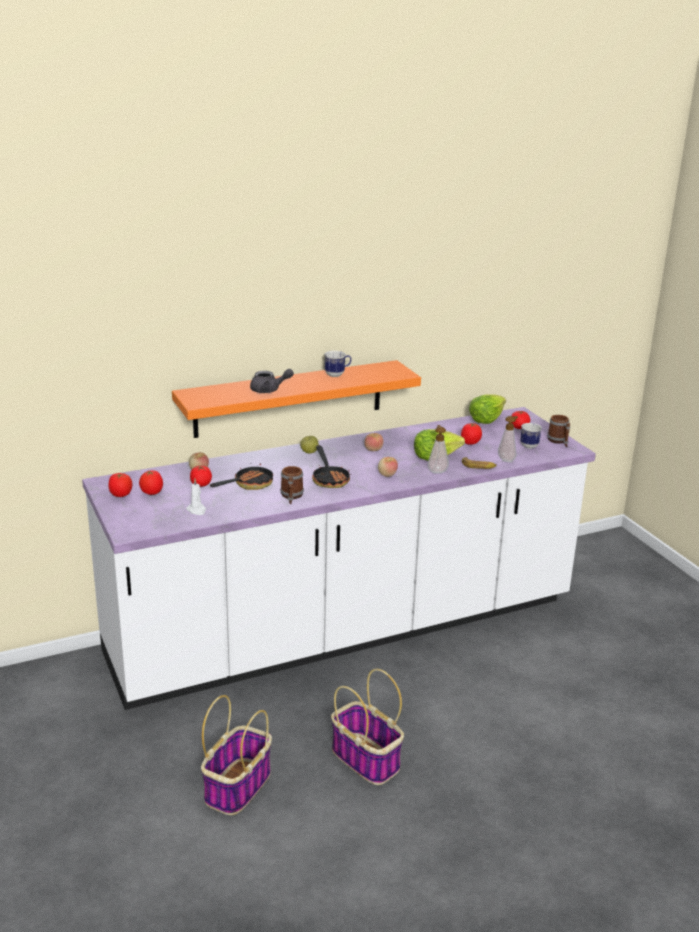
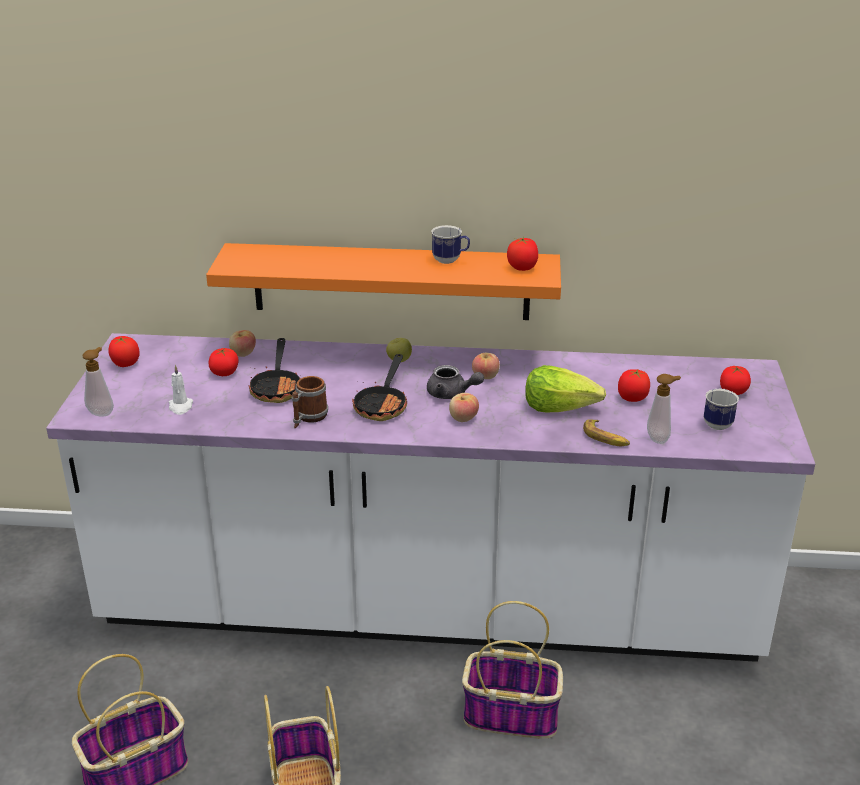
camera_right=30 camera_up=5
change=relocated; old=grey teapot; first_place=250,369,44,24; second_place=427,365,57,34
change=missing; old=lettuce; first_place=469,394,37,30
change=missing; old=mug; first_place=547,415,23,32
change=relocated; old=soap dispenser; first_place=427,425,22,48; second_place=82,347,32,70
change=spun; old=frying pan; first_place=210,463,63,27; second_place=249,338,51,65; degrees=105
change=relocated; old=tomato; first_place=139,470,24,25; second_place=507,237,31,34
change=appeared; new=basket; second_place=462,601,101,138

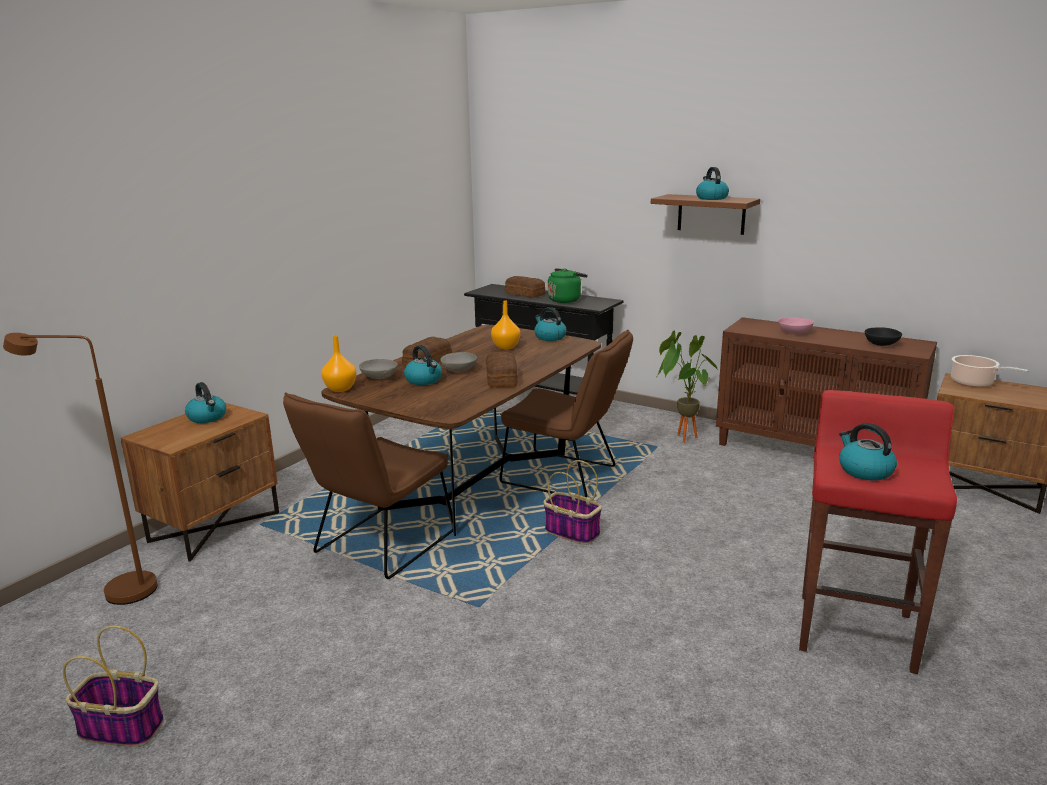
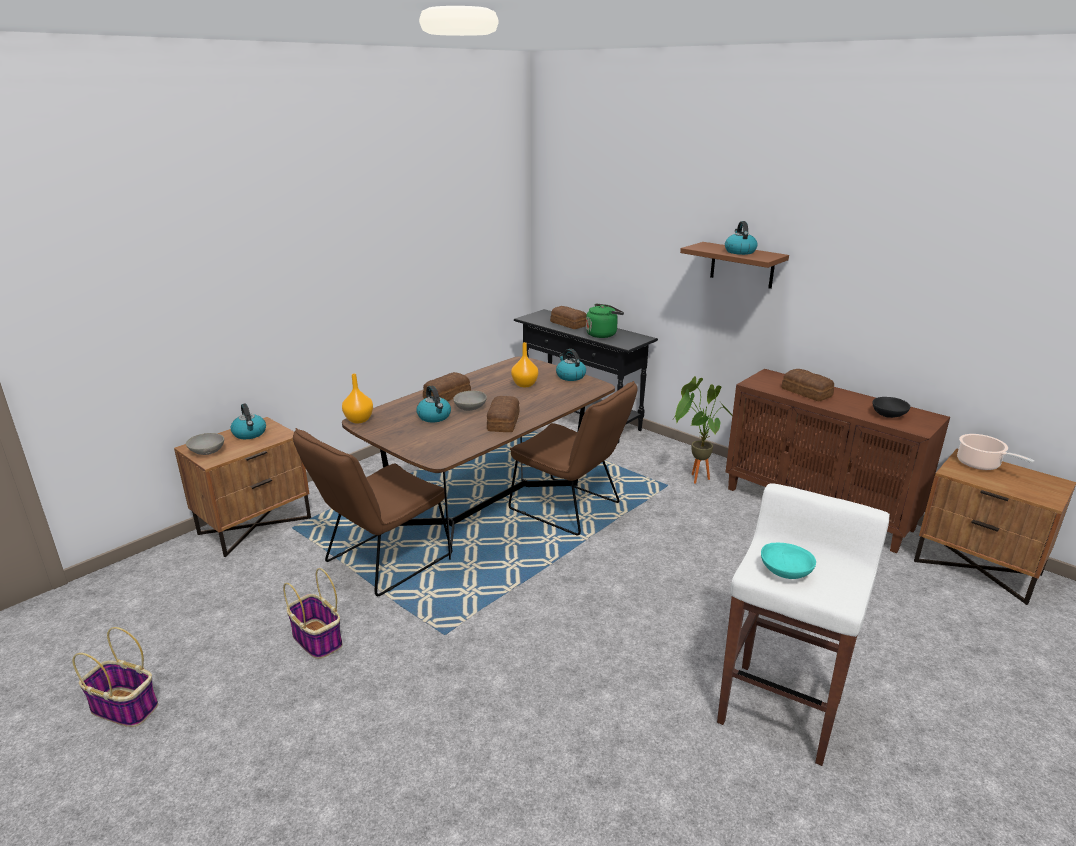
camera_right=10 camera_up=5
change=exchanged; old=pink bowl; new=bread; first_place=778,317,36,17; second_place=782,369,52,32
change=missing; old=brown floor lamp; first_place=3,333,155,272
change=relocated; old=grey bowl; first_place=359,359,39,20; second_place=186,433,38,22
change=colour; old=red stool; new=white stool; first_place=799,390,158,284; second_place=717,483,173,283
change=exchanged; old=kettle; new=turquoise bowl; first_place=839,423,58,58; second_place=761,543,55,36
change=relocated; old=basket; first_place=544,460,58,85; second_place=283,568,60,91

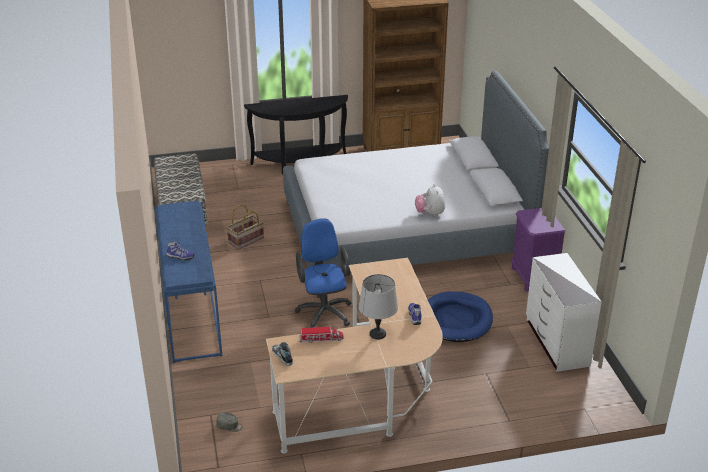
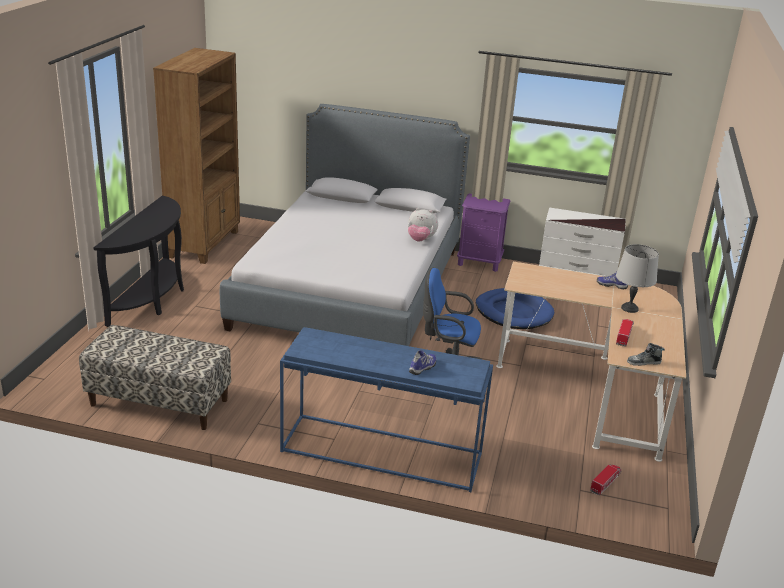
camera_right=-65 camera_up=-5
change=missing; old=basket; first_place=226,204,38,46
change=exchanged; old=grey cap; new=toy truck; first_place=216,412,27,20; second_place=590,464,31,31

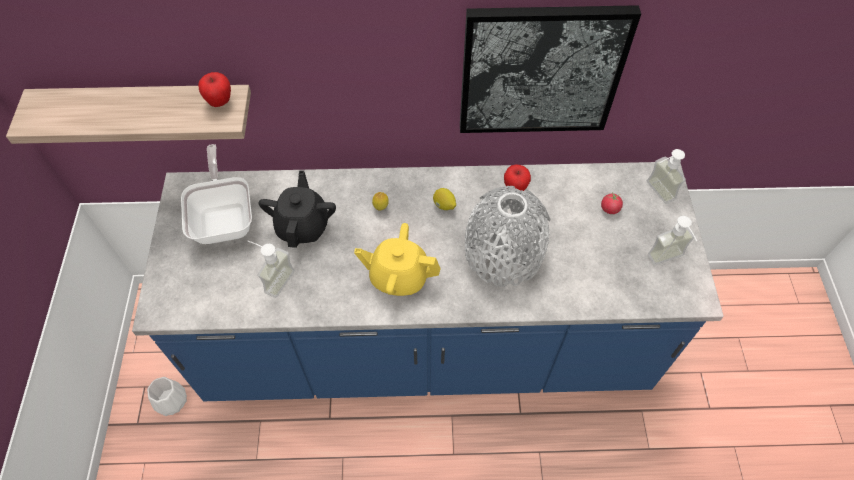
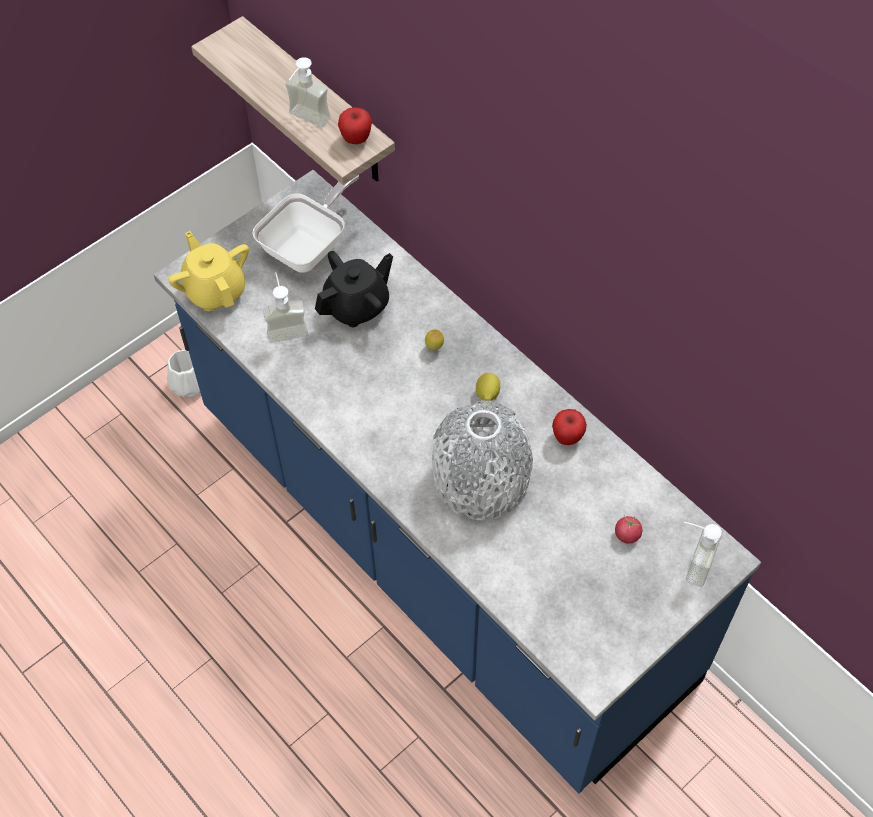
camera_right=50 camera_up=0
change=missing; old=picture; first_place=460,5,181,128
change=relocated; old=soap dispenser; first_place=648,216,49,49; second_place=285,57,45,70
change=relocated; old=yellow teapot; first_place=354,223,87,73; second_place=168,231,81,80

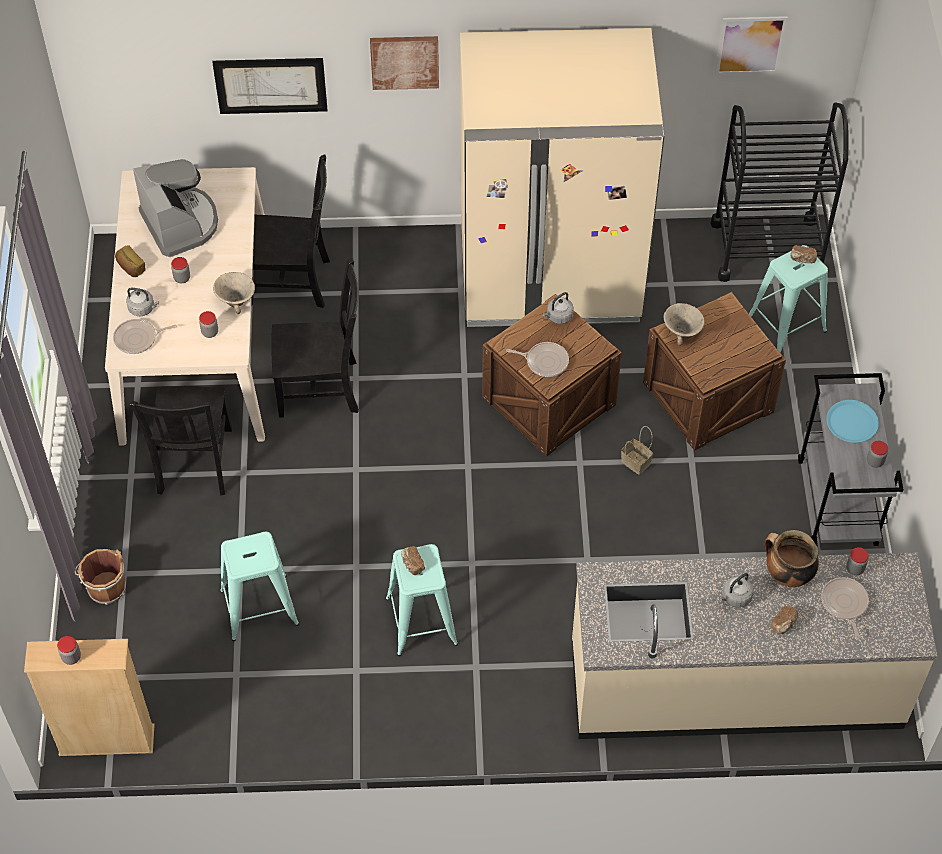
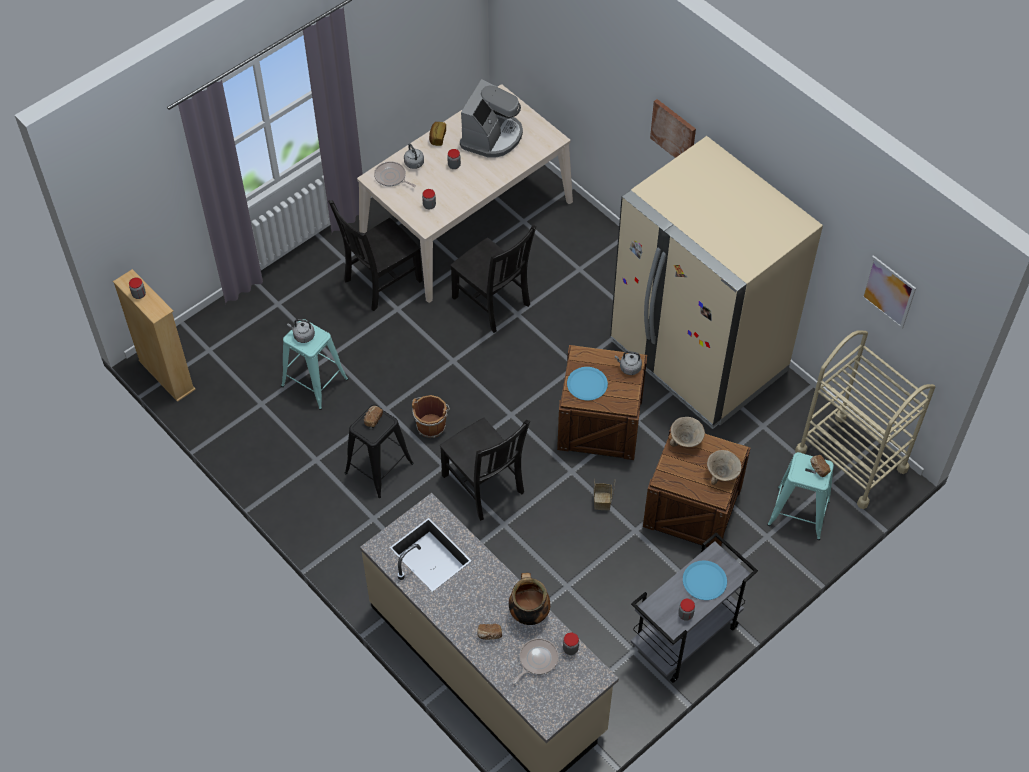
camera_right=50 camera_up=0
change=missing; old=picture; first_place=212,58,116,56
change=colour; old=black cart; new=beige cart; first_place=710,103,138,179; second_place=795,330,140,179
change=relocated; old=black chair; first_place=251,154,79,154; second_place=440,418,90,103
change=relocated; old=beige bowl; first_place=213,272,42,42; second_place=707,450,35,35
change=exchanged; old=frying pan; new=blue plate; first_place=506,342,63,35; second_place=567,367,41,33
change=colour; old=turquoise stool; new=black stool; first_place=385,544,73,112; second_place=345,405,69,93
change=relocated; old=brown bucket; first_place=75,549,51,56; second_place=412,395,38,43
change=relocated; old=grey kettle; first_place=719,573,35,34; second_place=287,319,28,24

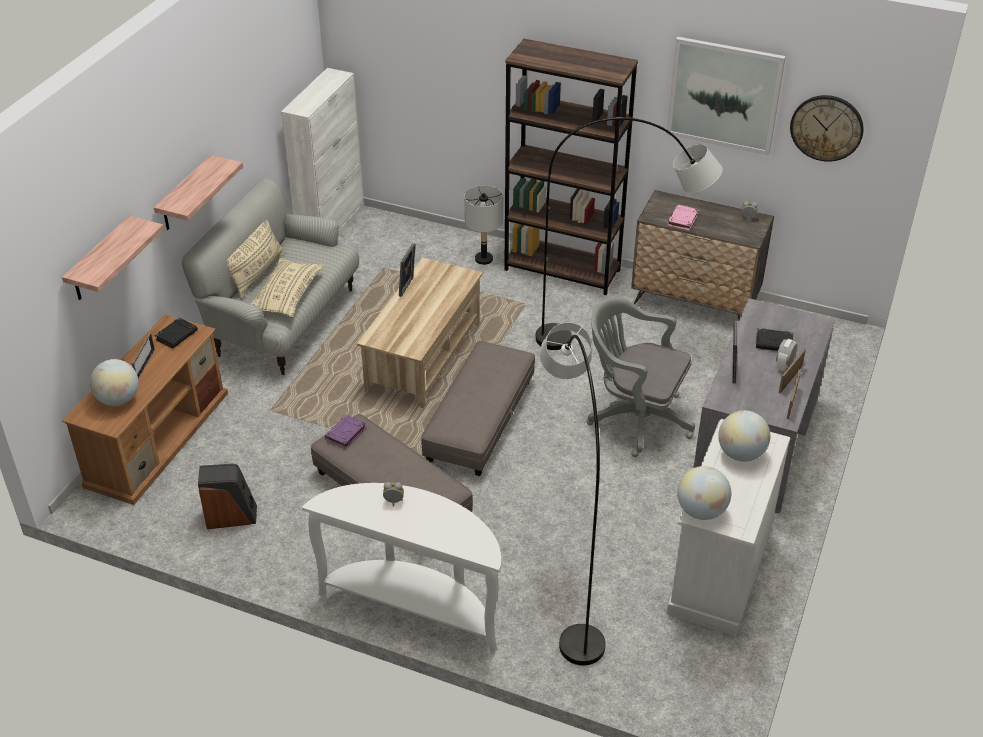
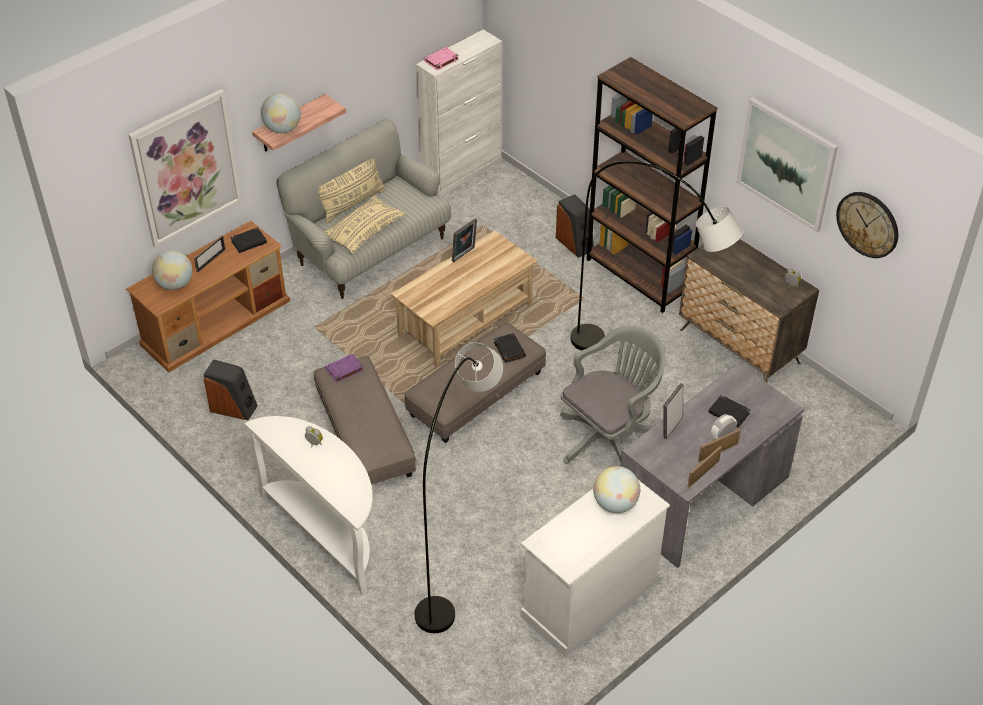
camera_right=25 camera_up=5
change=exchanged; old=grey table lamp; new=speaker; first_place=464,185,39,80; second_place=556,194,38,64
change=relocated; old=pink book; first_place=667,205,32,26; second_place=424,47,35,23
change=exchanged; old=shelf; new=picture; first_place=62,216,102,84; second_place=128,89,114,159
change=spun; old=grey office chair; first_place=586,297,109,160; second_place=560,326,106,138; degrees=90
change=relocated; old=globe; first_place=677,466,54,54; second_place=261,94,40,39
change=appeared; new=black book; second_place=494,333,32,30

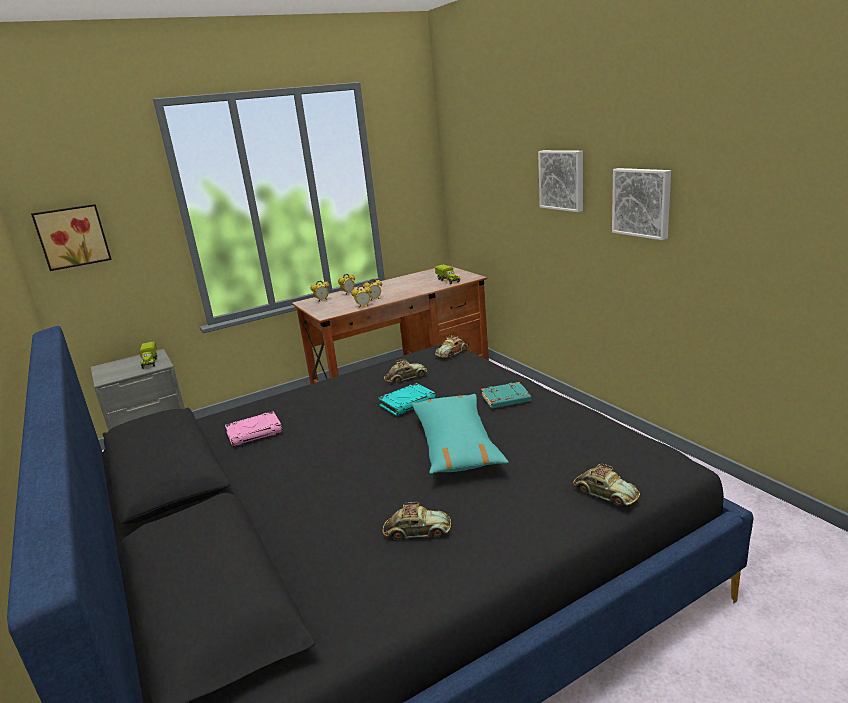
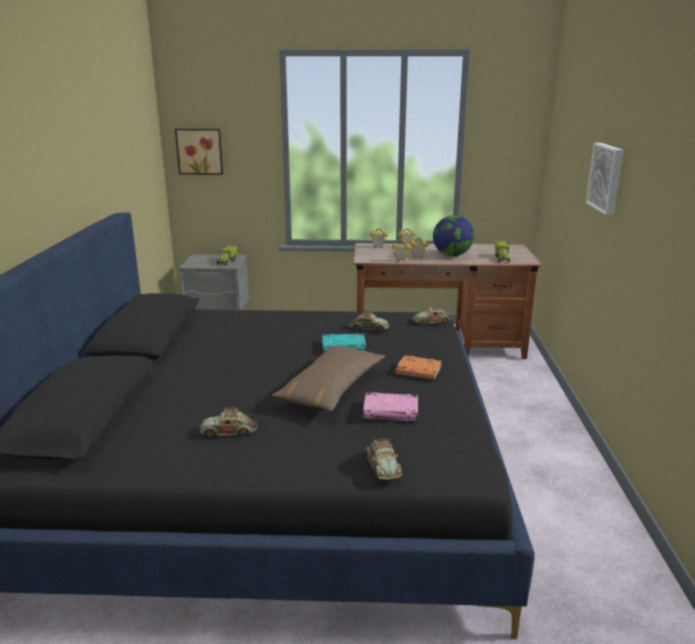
camera_right=30 camera_up=0
change=missing; old=picture; first_place=612,168,59,72
change=colour; old=turquoise book; new=orange book; first_place=481,382,50,26; second_place=395,355,47,25
change=colour; old=turquoise pillow; new=brown pillow; first_place=411,394,98,80; second_place=272,346,113,66
change=relocated; old=pink book; first_place=225,411,58,36; second_place=363,392,55,30
change=spun; old=toy car; first_place=383,502,68,37; second_place=200,407,57,30; degrees=135
change=appeared; new=globe; second_place=433,215,41,41

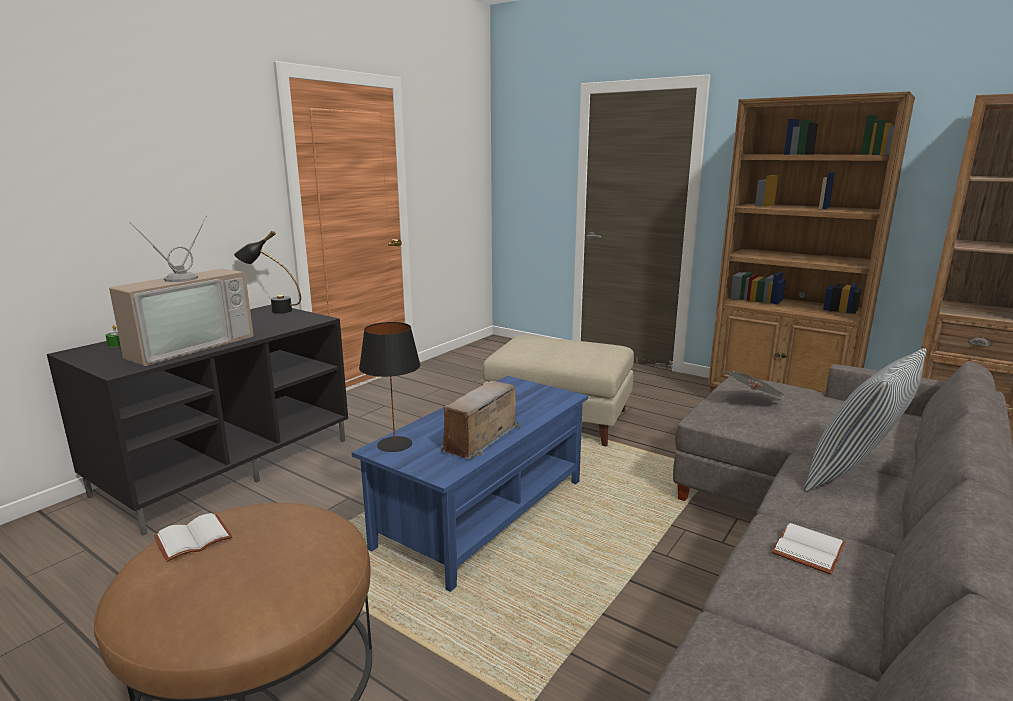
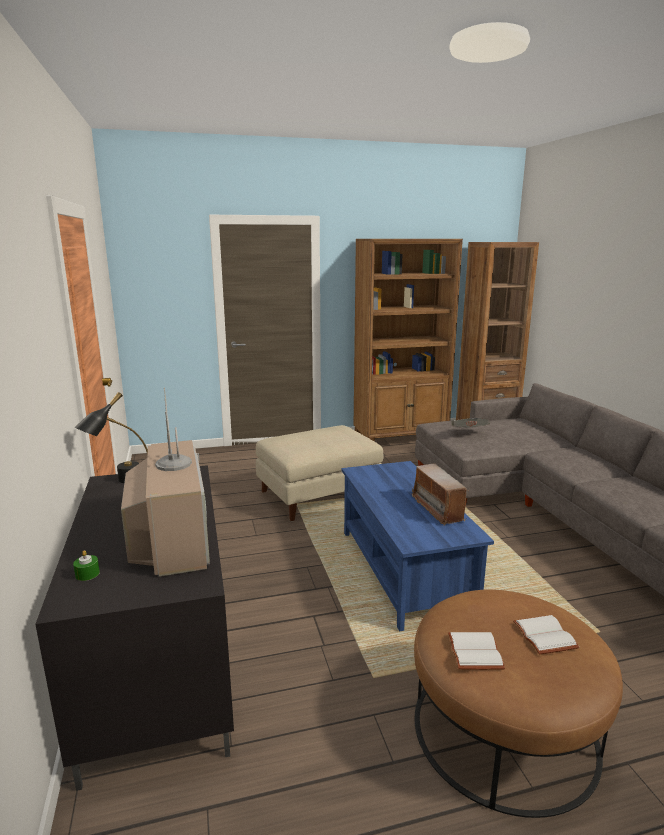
camera_right=-50 camera_up=0
change=missing; old=black table lamp; first_place=359,322,62,130
change=missing; old=pillow; first_place=804,348,123,143
change=relocated; old=white book; first_place=772,523,73,52; second_place=513,615,66,40

